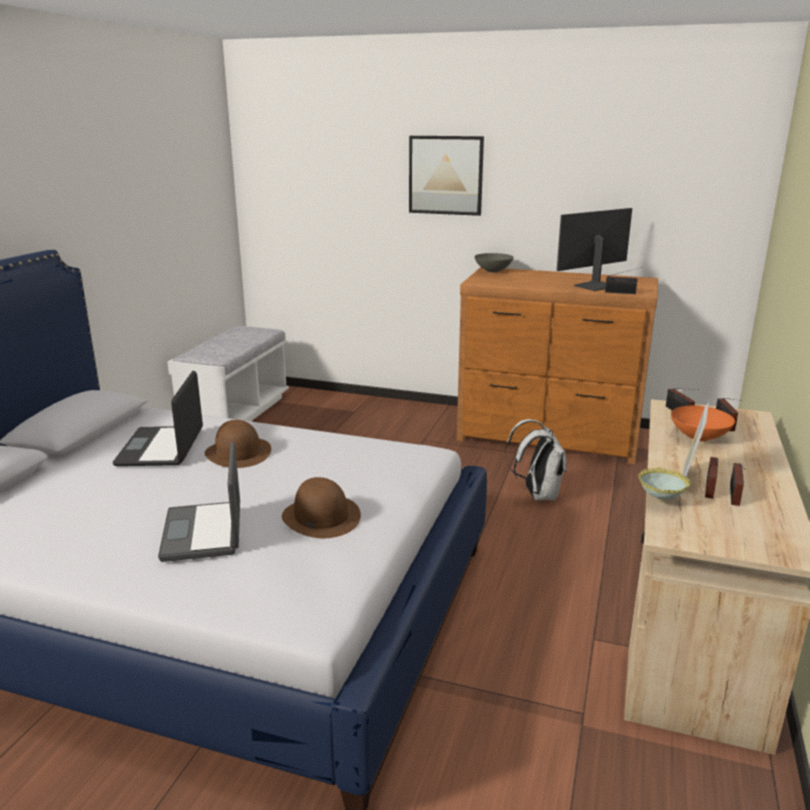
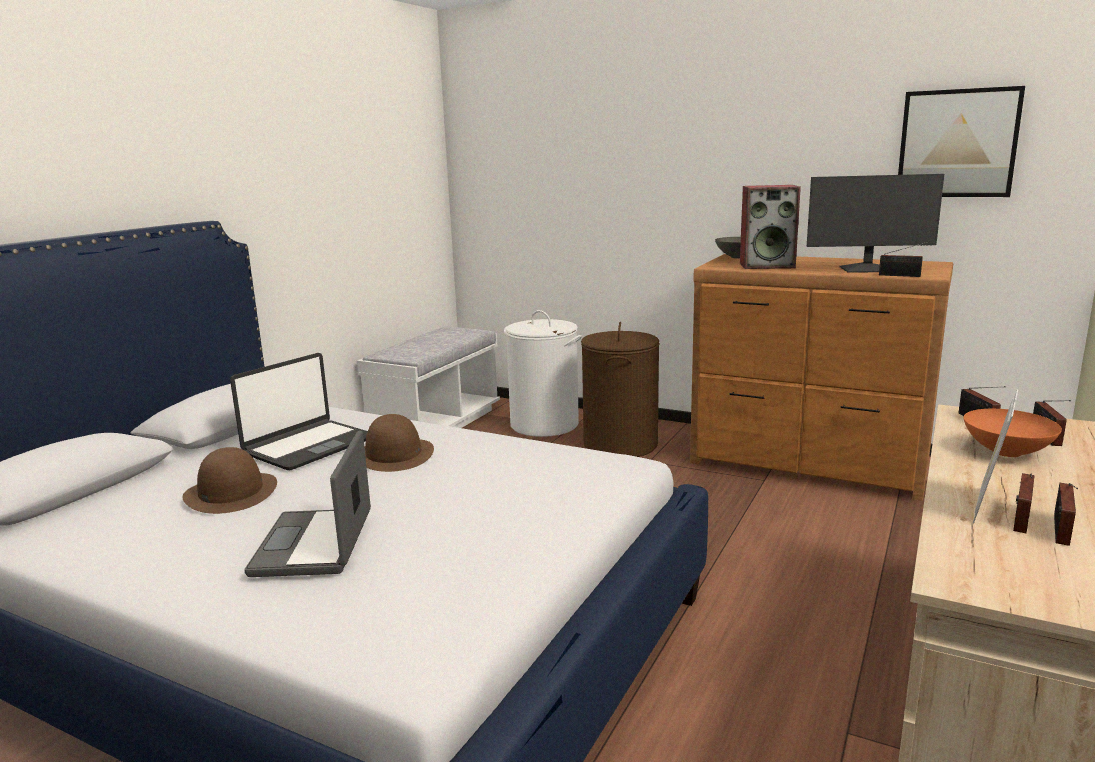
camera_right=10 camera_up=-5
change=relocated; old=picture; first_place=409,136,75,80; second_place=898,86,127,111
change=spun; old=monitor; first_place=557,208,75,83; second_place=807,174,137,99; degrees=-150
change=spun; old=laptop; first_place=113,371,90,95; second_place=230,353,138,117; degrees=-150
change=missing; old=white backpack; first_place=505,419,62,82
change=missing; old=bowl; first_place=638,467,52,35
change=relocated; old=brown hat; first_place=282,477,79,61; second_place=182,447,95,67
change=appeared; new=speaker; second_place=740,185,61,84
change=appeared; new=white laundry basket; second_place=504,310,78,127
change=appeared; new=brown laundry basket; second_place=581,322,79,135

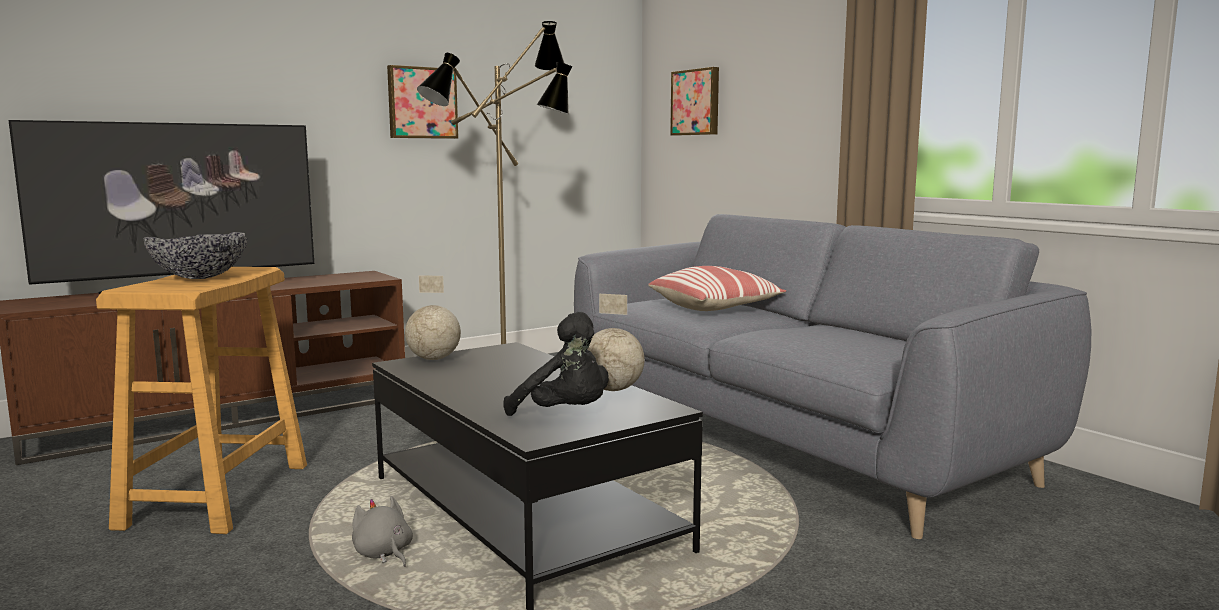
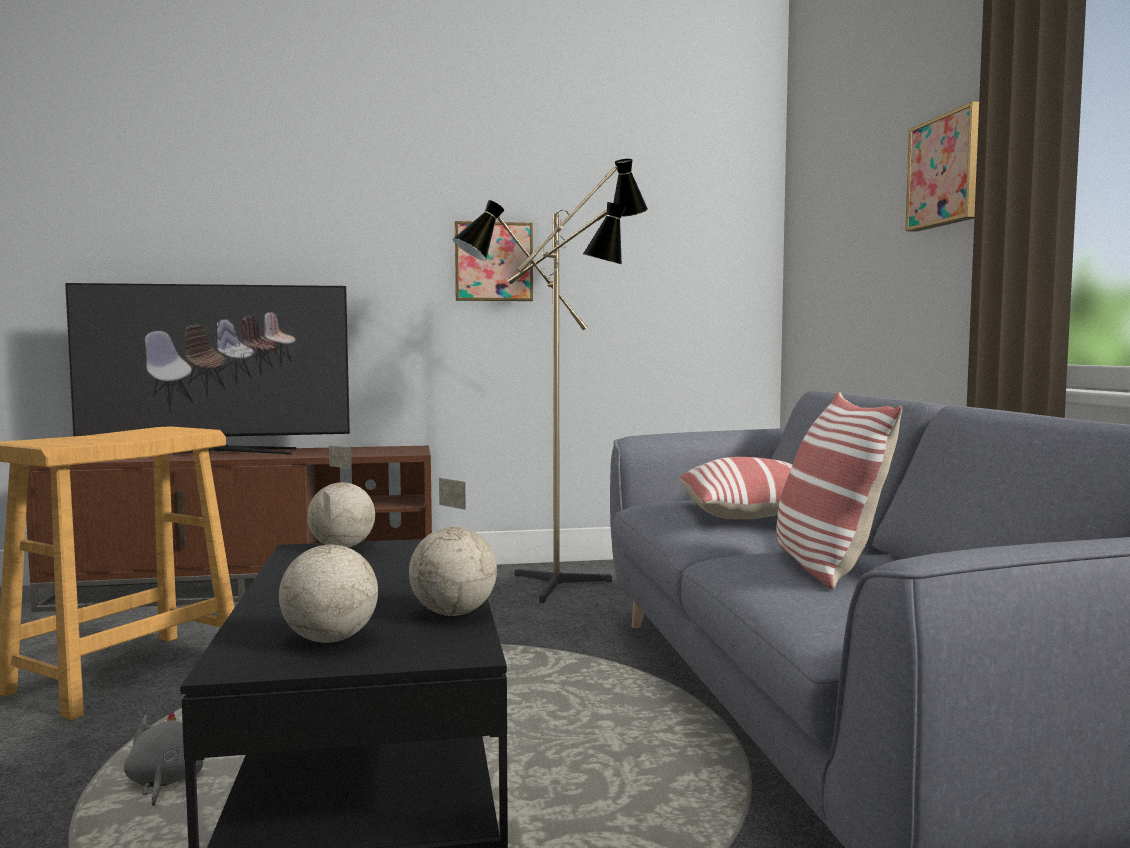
camera_right=25 camera_up=-5
change=relocated; old=picture; first_place=670,67,49,69; second_place=905,101,74,131
change=missing; old=bowl; first_place=144,232,103,47
change=exchanged; old=black plush toy; new=globe; first_place=503,312,106,104; second_place=279,490,99,153
change=appeared; new=pillow; second_place=776,392,126,197

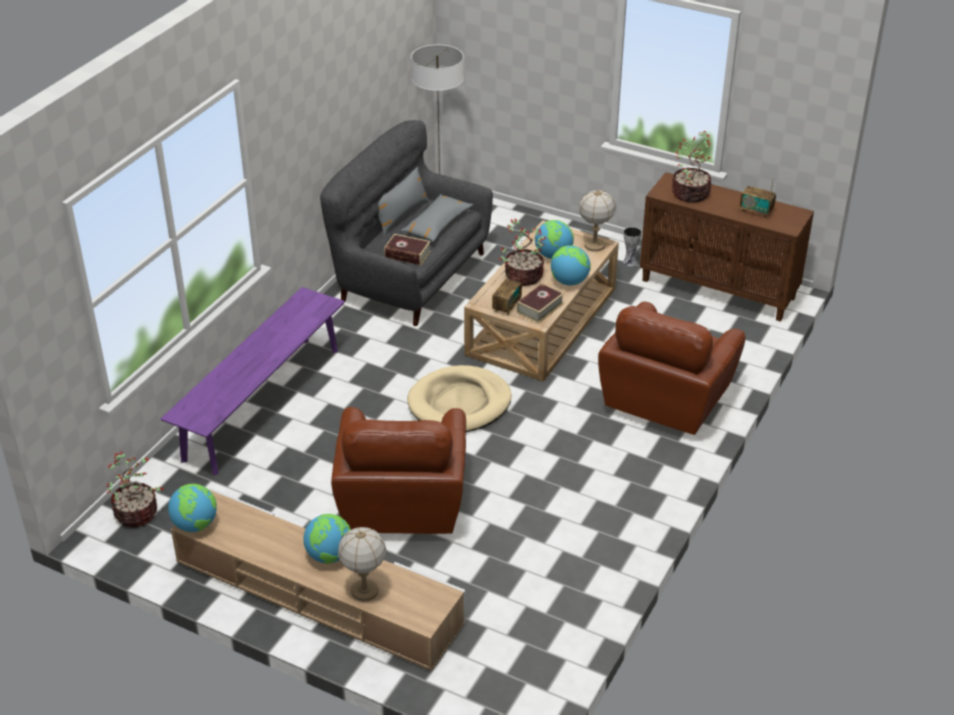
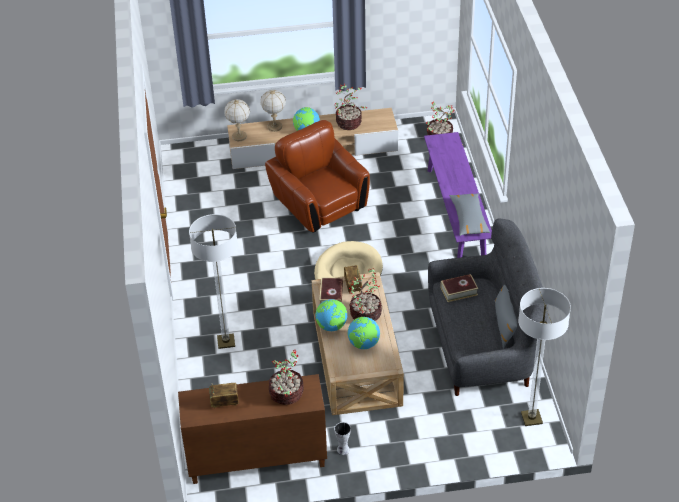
camera_right=145 camera_up=5
change=relocated; old=table lamp; first_place=579,190,37,62; second_place=224,99,26,42
change=relocated; old=grey pillow; first_place=401,194,72,48; second_place=449,193,41,43
change=exchanged; old=brown armchair; new=floor lamp; first_place=598,302,148,133; second_place=189,214,49,135
change=missing; old=globe; first_place=168,484,49,48
change=appeared; new=potted plant; second_place=334,83,33,47

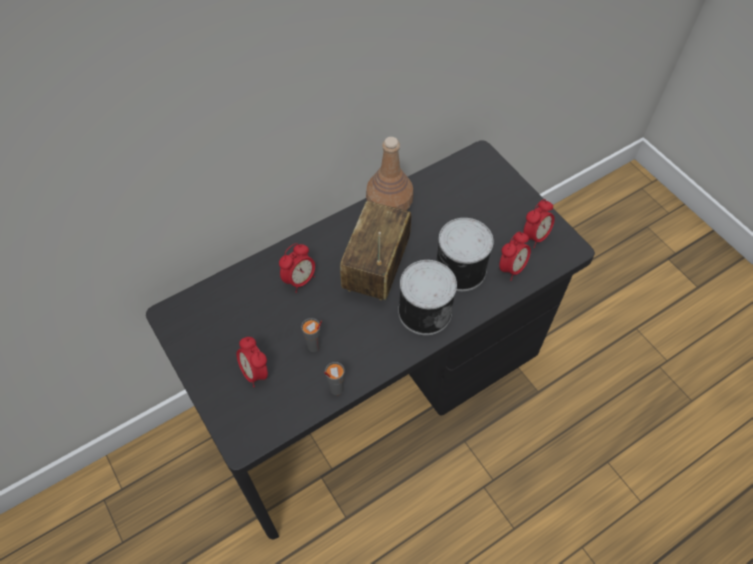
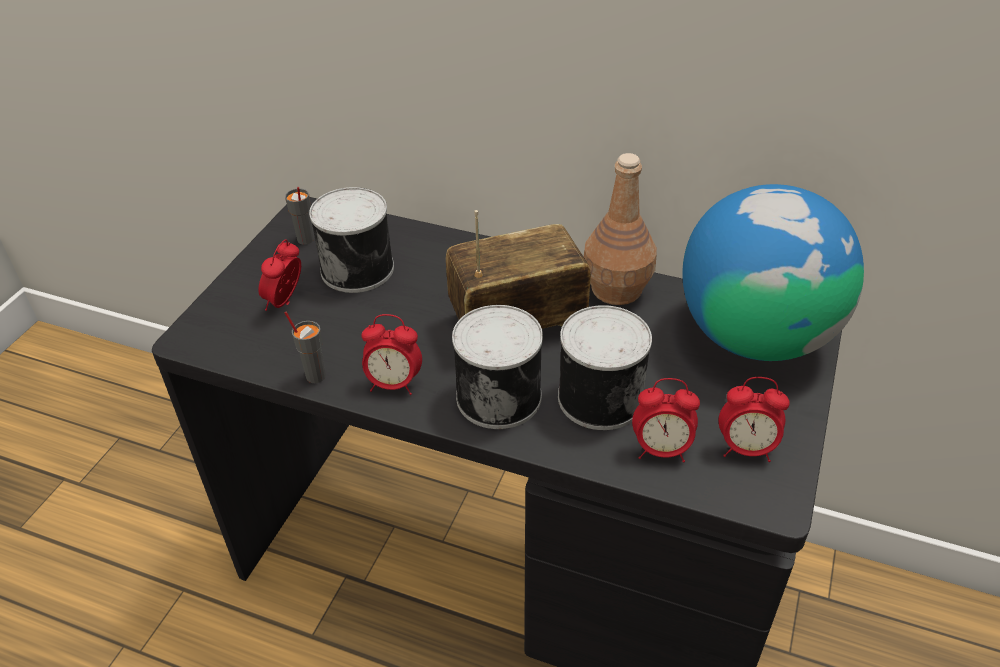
camera_right=55 camera_up=-15
change=relocated; old=alarm clock; first_place=279,243,36,50; second_place=361,314,61,81
change=relocated; old=grey cup; first_place=301,318,21,34; second_place=285,187,29,58
change=appeared; new=globe; second_place=683,184,181,177
change=appeared; new=can; second_place=309,187,85,106

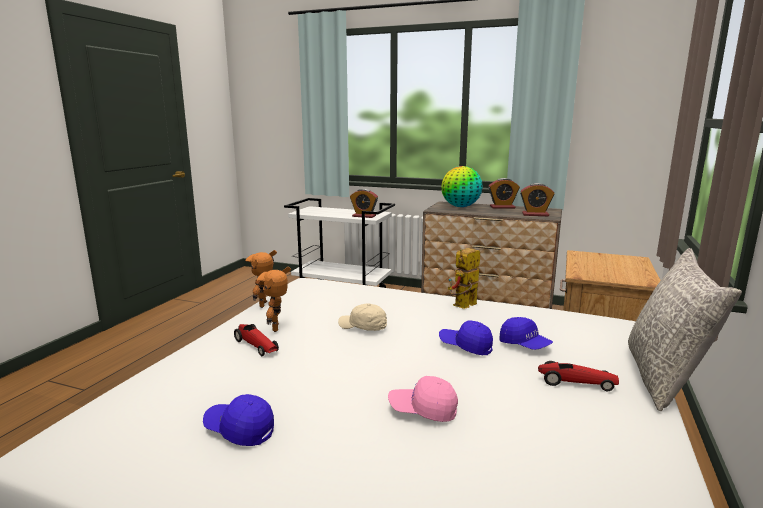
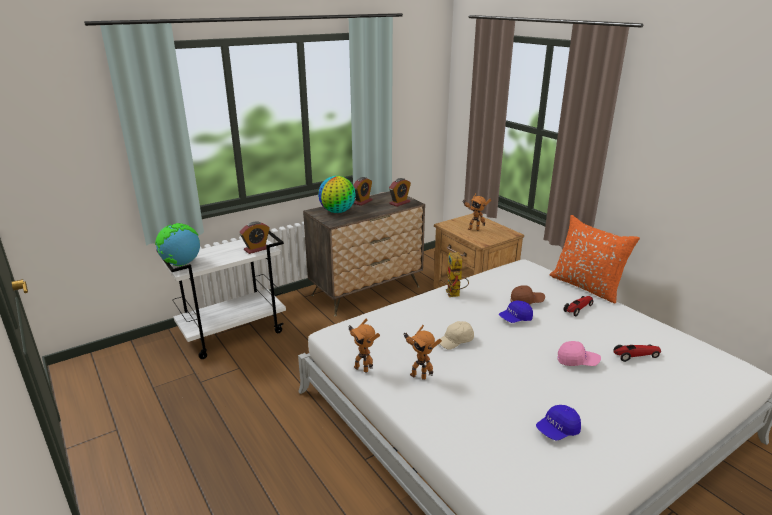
camera_right=-55 camera_up=10
change=colour; old=grey pillow; new=orange pillow; first_place=628,248,114,163; second_place=549,215,91,89
change=colour; old=blue cap; new=brown cap; first_place=500,317,53,33; second_place=511,285,34,20
change=relocated; old=toy car; first_place=234,324,45,32; second_place=614,344,47,18
change=spun; old=pink cap; first_place=388,376,70,46; second_place=557,341,44,25; degrees=-120
change=appeared; new=toy robot; second_place=463,193,28,38
change=appeared; new=globe; second_place=155,223,45,43

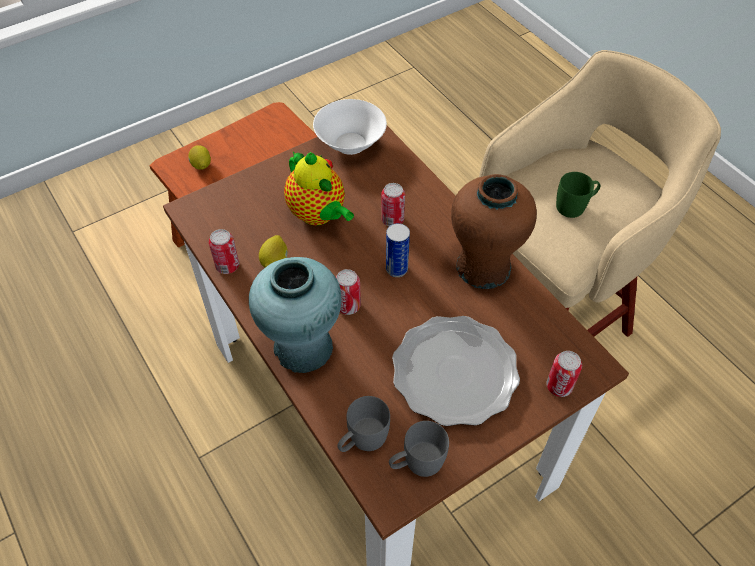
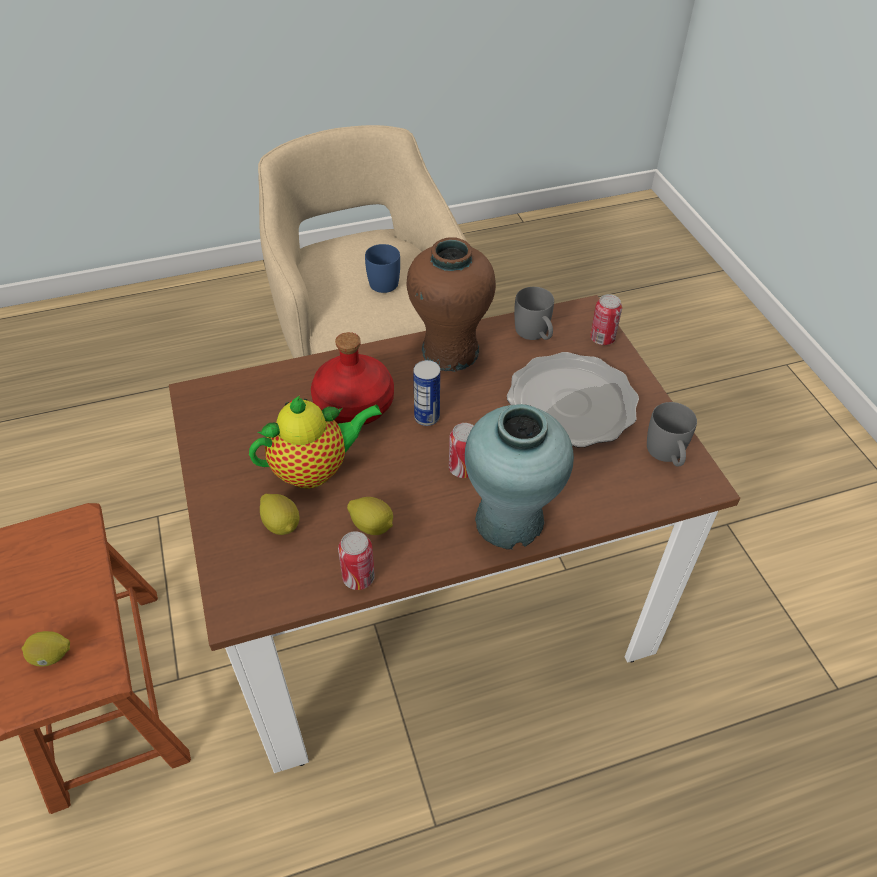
camera_right=-75 camera_up=-5
change=missing; old=white bowl; first_place=313,99,74,56
change=colour; old=green mug; new=blue mug; first_place=556,172,45,46; second_place=365,244,35,49
change=exchanged; old=can; new=red bottle; first_place=381,183,24,43; second_place=311,332,83,93
change=relocated; old=grey mug; first_place=337,396,53,56; second_place=514,287,40,53
change=appeared; new=lemon; second_place=260,494,40,41

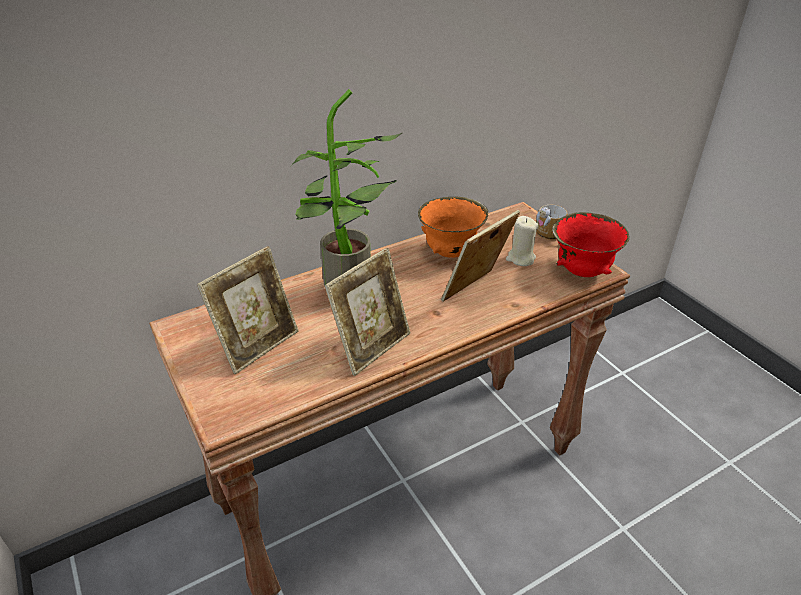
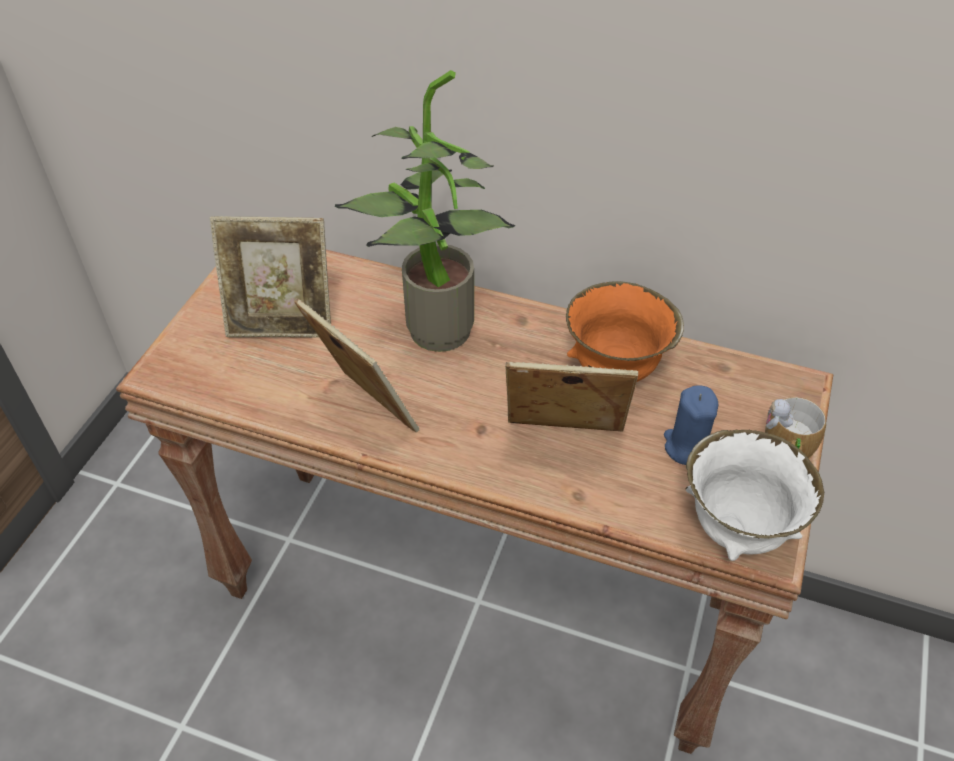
camera_right=50 camera_up=10
change=colour; old=red bowl; new=white bowl; first_place=552,212,77,65; second_place=686,430,138,131
change=colour; old=beige candle; new=blue candle; first_place=506,216,32,50; second_place=664,385,55,80
change=spun; old=picture frame; first_place=325,248,85,128; second_place=294,298,125,135; degrees=-135

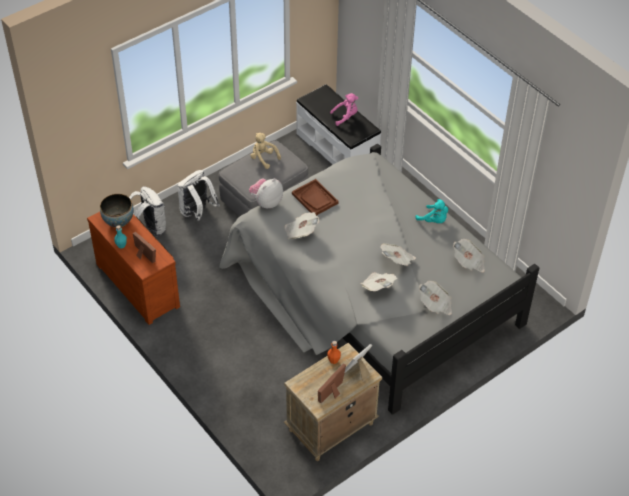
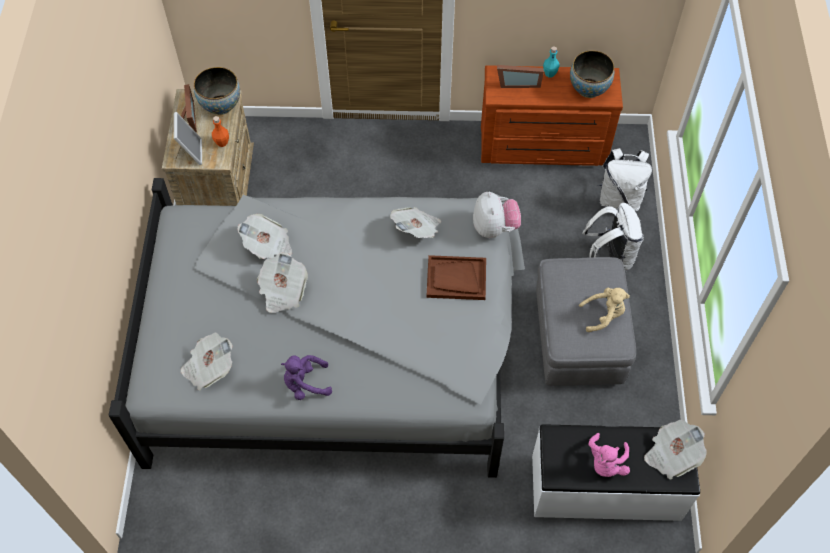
camera_right=130 camera_up=10
change=colour; old=turquoise plush toy; new=purple plush toy; first_place=416,199,32,24; second_place=281,355,51,45
change=relocated; old=newspaper; first_place=419,281,33,34; second_place=644,420,63,60
change=appeared; new=bowl; second_place=194,67,46,48

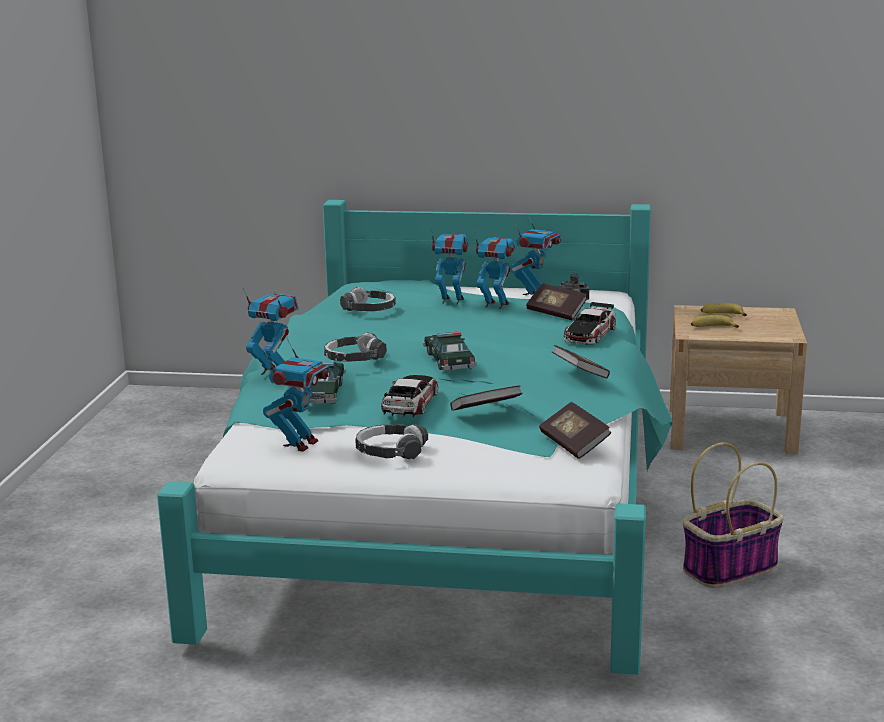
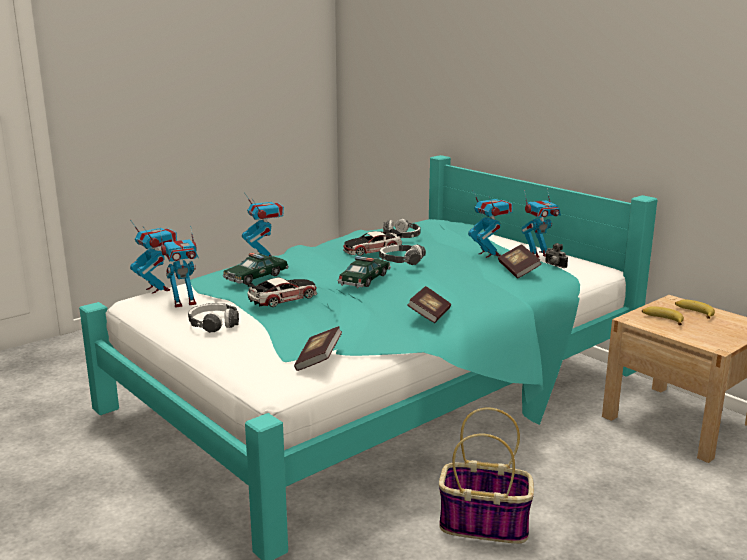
camera_right=40 camera_up=0
change=relocated; old=toy robot; first_place=431,228,38,76; second_place=130,220,47,74
change=relocated; old=toy car; first_place=564,302,52,43; second_place=343,229,59,27
change=relocated; old=headphones; first_place=324,332,63,30; second_place=379,245,47,20
change=missing; old=book; first_place=450,385,73,26

